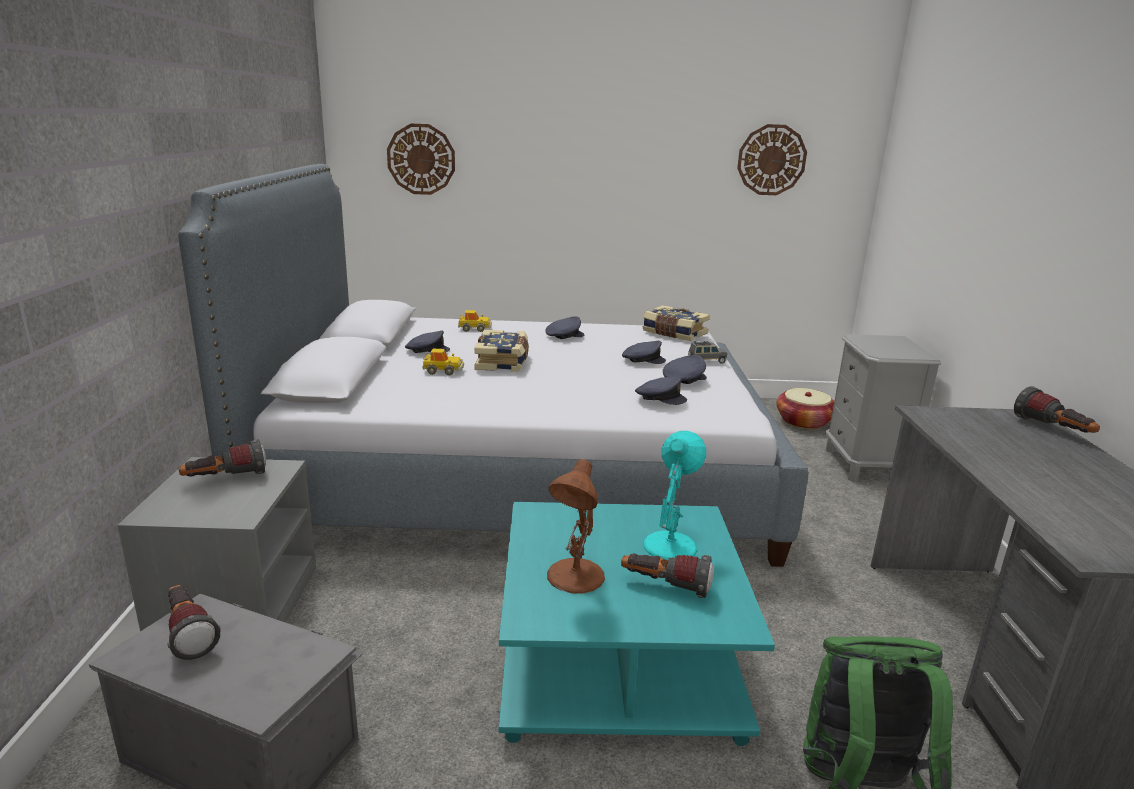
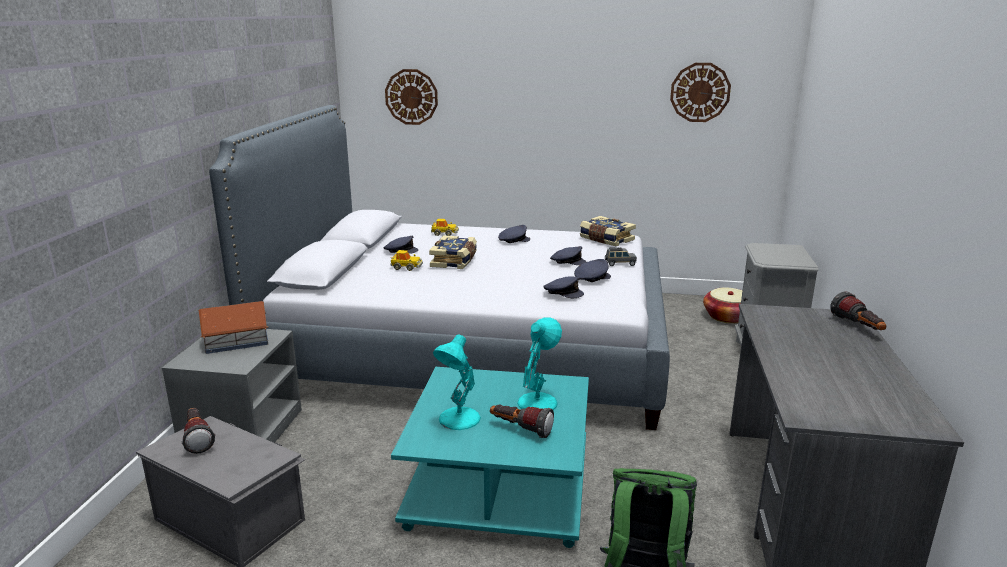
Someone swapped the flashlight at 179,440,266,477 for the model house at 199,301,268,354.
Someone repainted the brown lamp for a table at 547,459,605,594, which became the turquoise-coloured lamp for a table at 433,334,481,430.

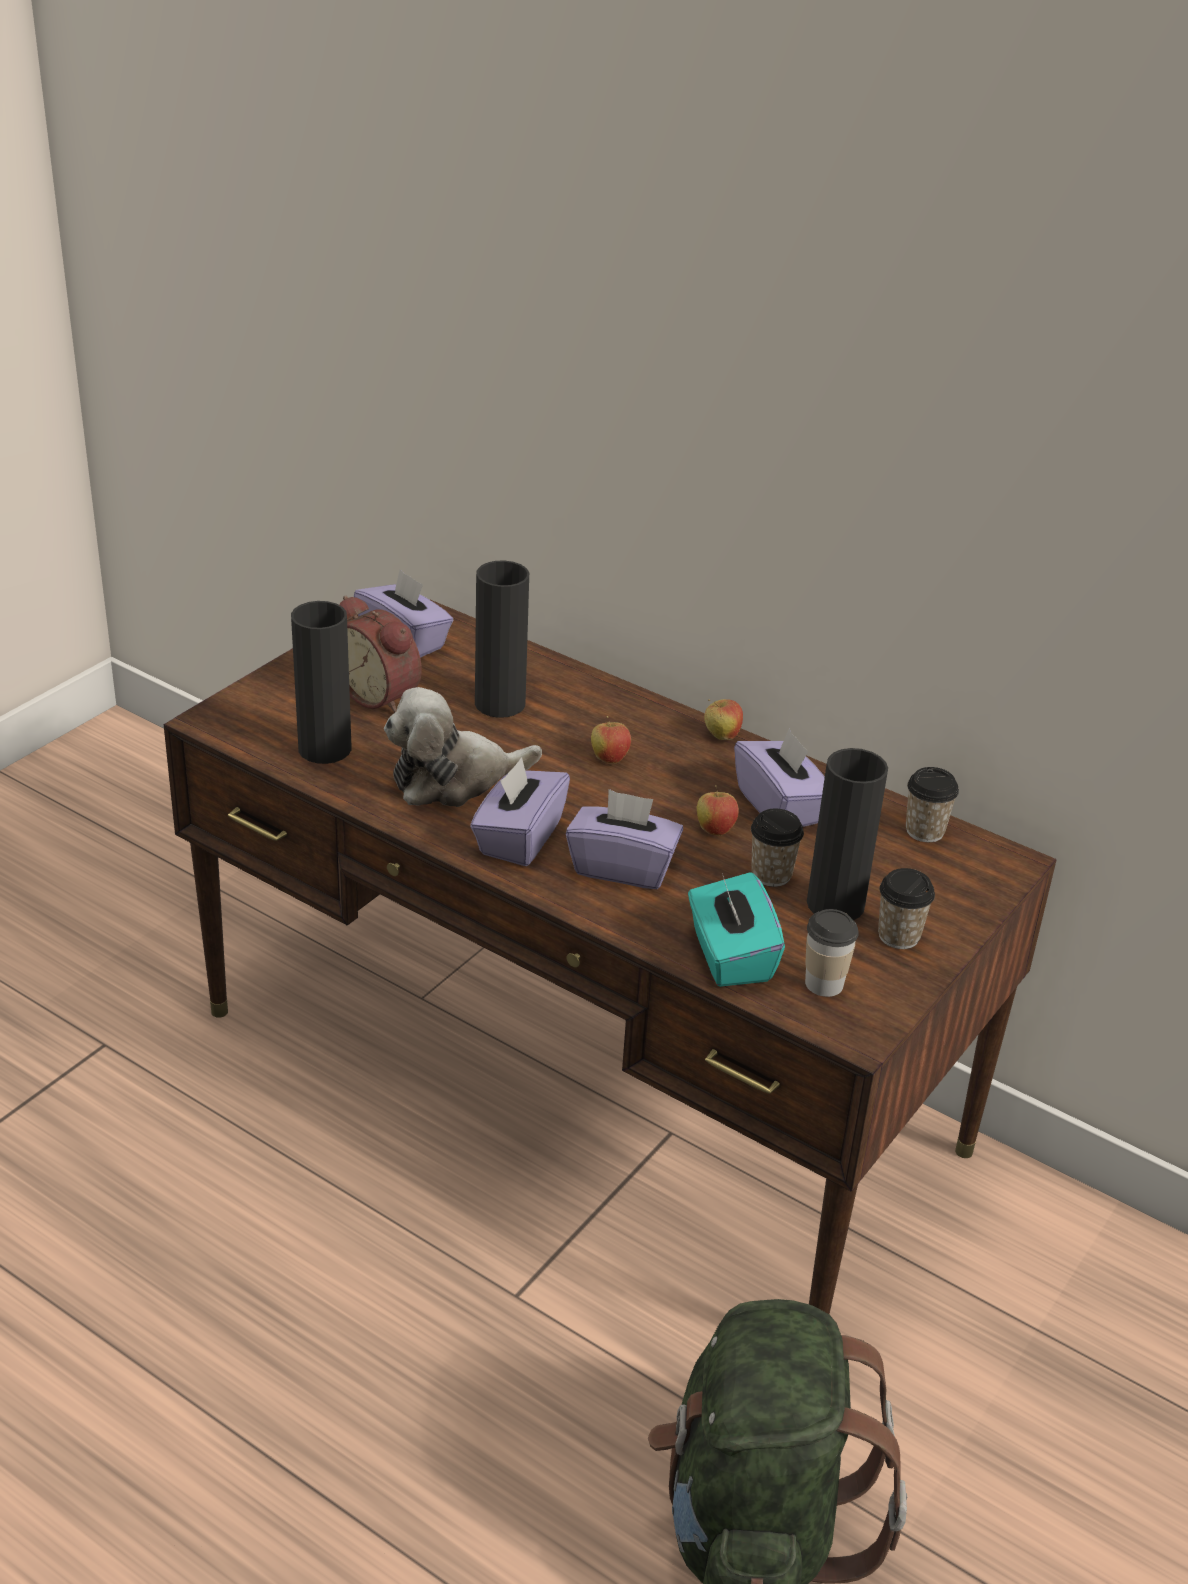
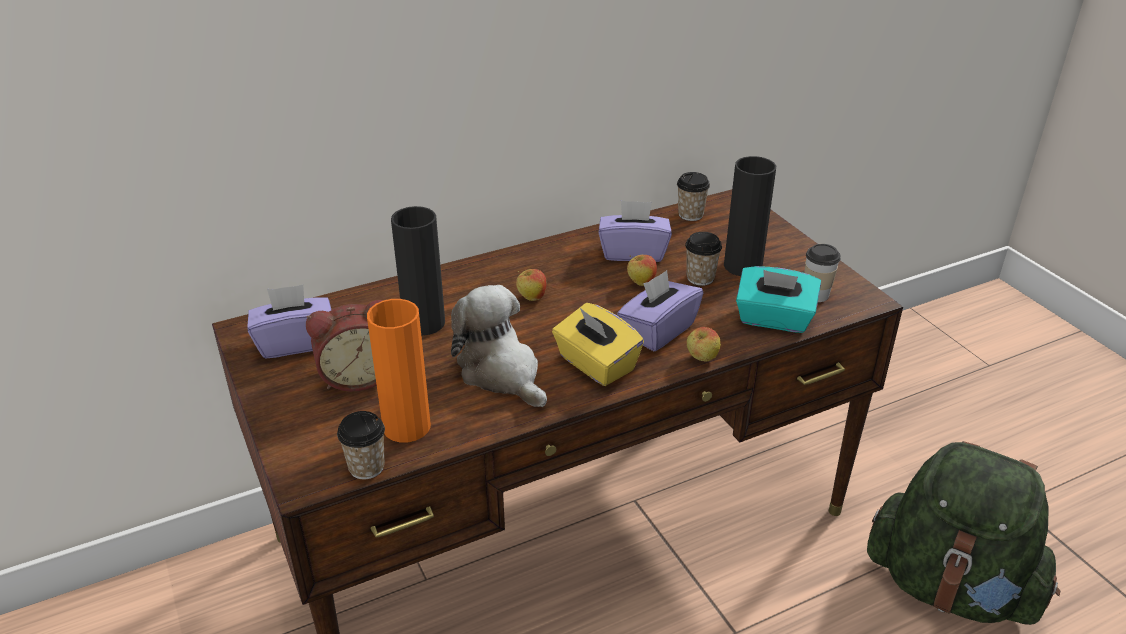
Someone repainted the black-coloured decorative vase at 291,601,352,764, which became the orange decorative vase at 367,299,431,443.
Someone rotated the plush toy at 384,687,542,807 by 135 degrees clockwise.
Someone carried the whole apple from 704,699,743,740 to 687,327,721,362.
Someone repainted the purplish tissue holder at 470,757,570,866, which became the yellow-coloured tissue holder at 552,303,644,386.
Someone carried the cup from 878,868,935,949 to 337,411,385,479.

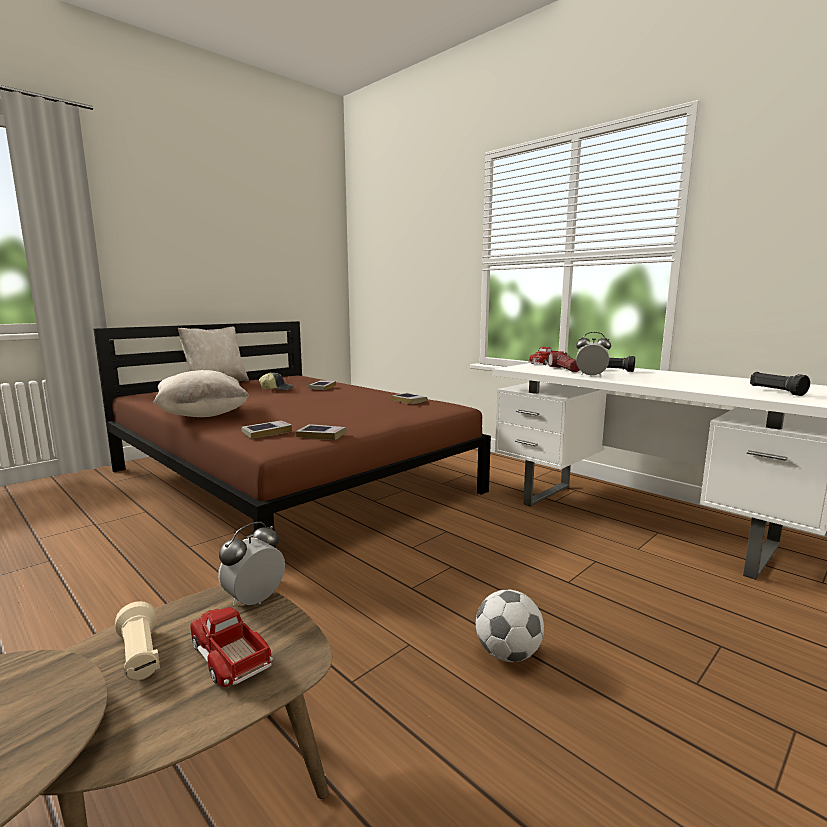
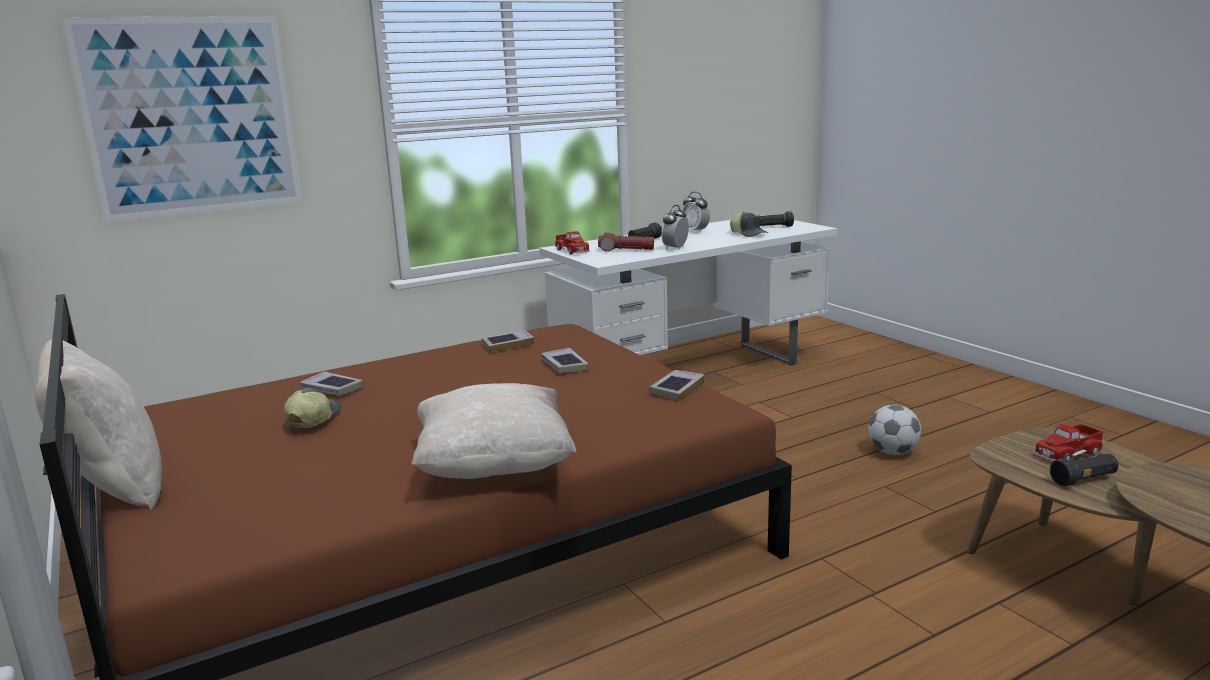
Someone carried the bound book from 241,421,292,439 to 541,348,589,373.
Someone carried the table clock from 218,522,285,605 to 682,192,710,233.
Someone repainted the sand-coloured flashlight at 115,601,160,681, which became the black-coloured flashlight at 1050,454,1118,487.
Someone put up the wall art at 61,16,303,222.
Someone put down the peaked cap at 730,211,768,237.

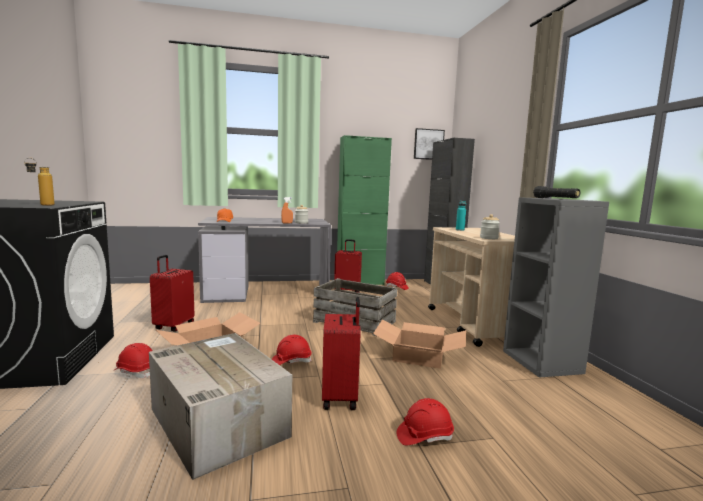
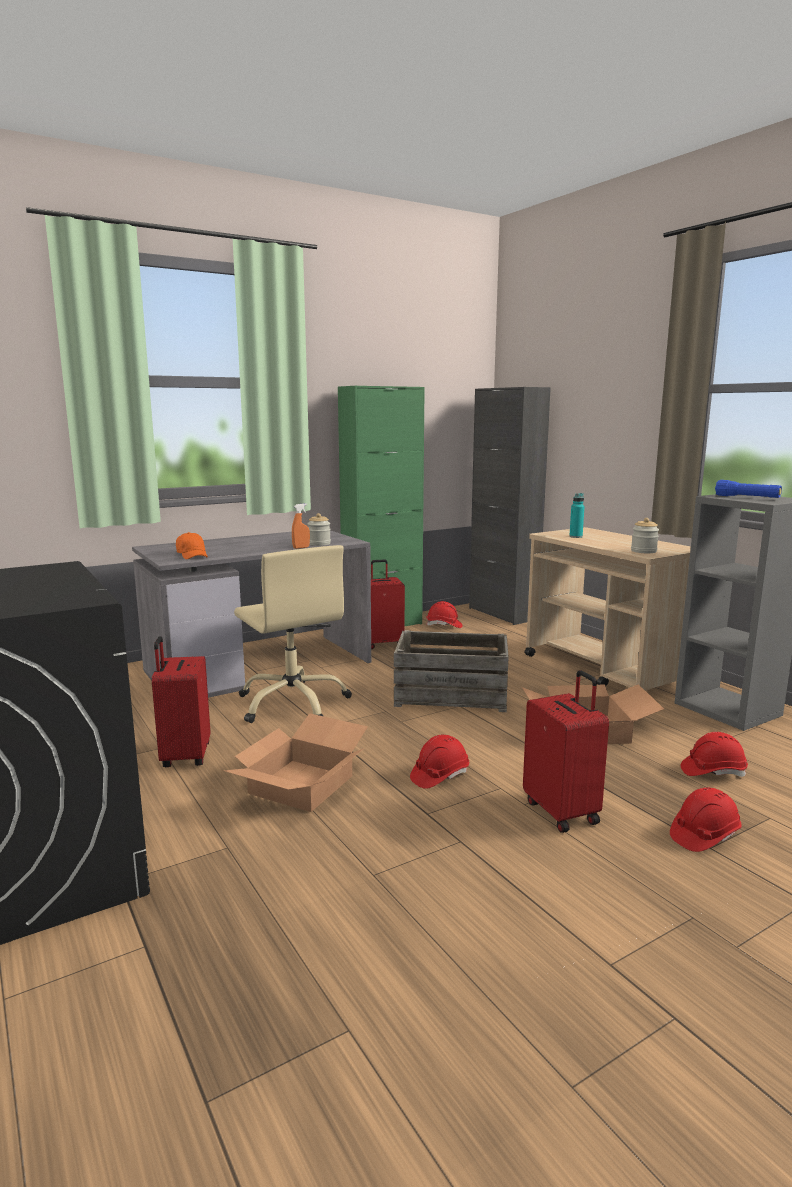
Someone took away the wall art at 414,128,445,160.
Someone took away the beverage bottle at 24,158,55,206.
Someone repainted the black-coloured flashlight at 533,186,580,198, which became the bluish flashlight at 715,480,782,498.
Someone took away the cardboard box at 149,333,292,480.
Someone carried the red-coloured work helmet from 113,343,153,378 to 680,732,748,777.
Someone put down the sand-coloured office chair at 234,545,352,723.

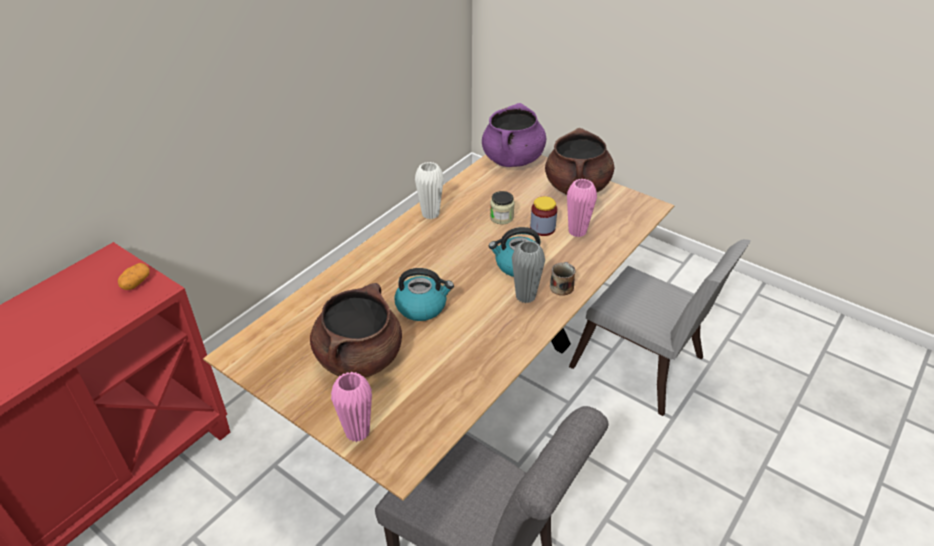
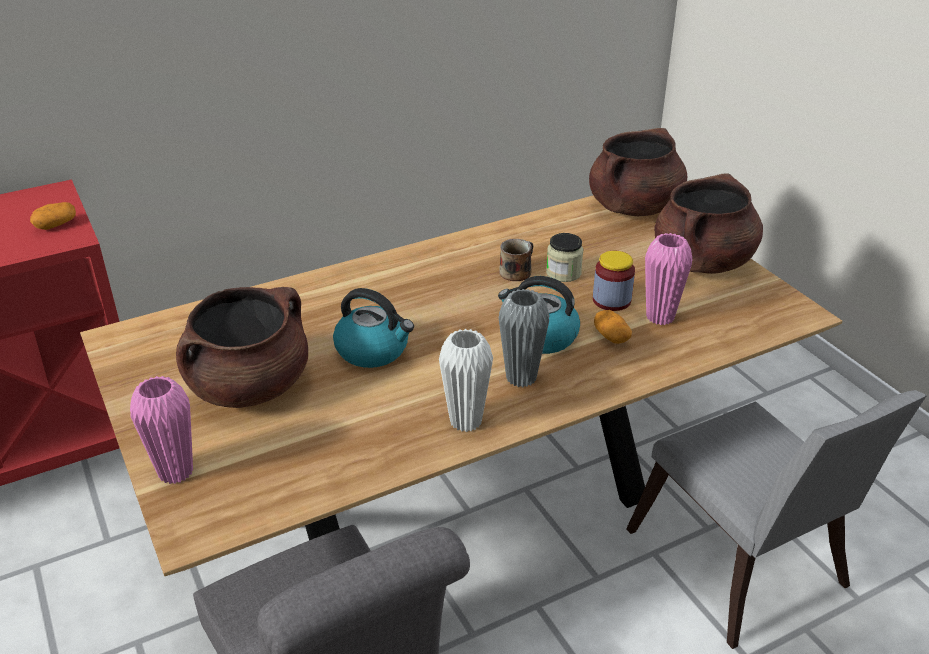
Someone repainted the purplish stockpot at 482,103,546,167, which became the brown stockpot at 589,128,687,216.
Someone carried the white decorative vase from 415,162,444,219 to 439,329,493,432.
Someone carried the coffee mug from 550,262,576,295 to 499,239,533,281.
Someone put down the spud at 594,310,632,344.

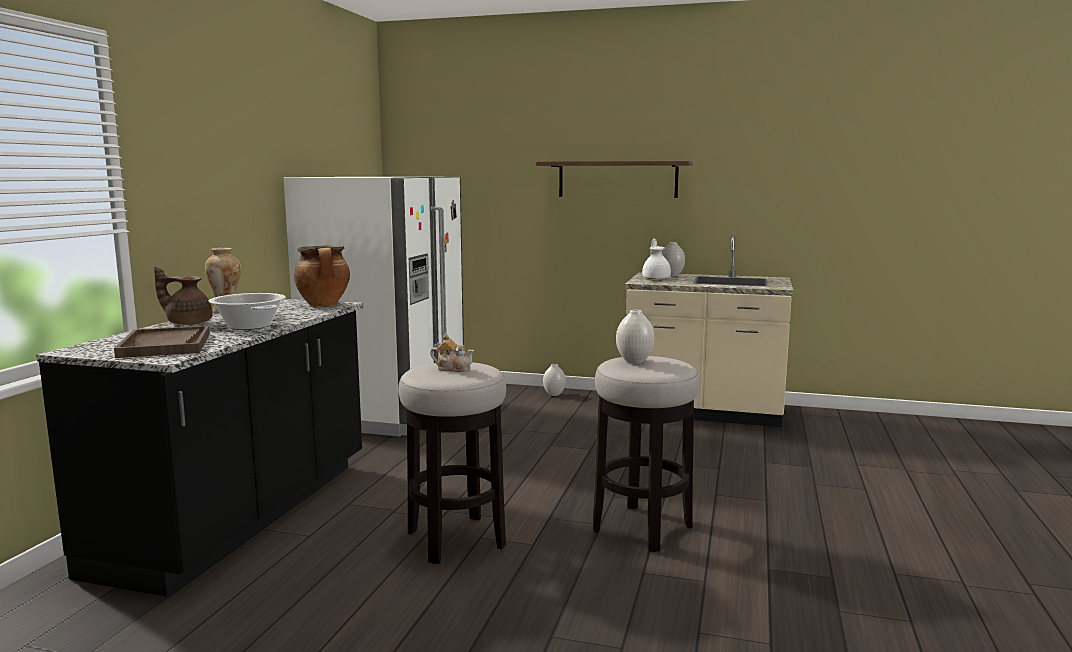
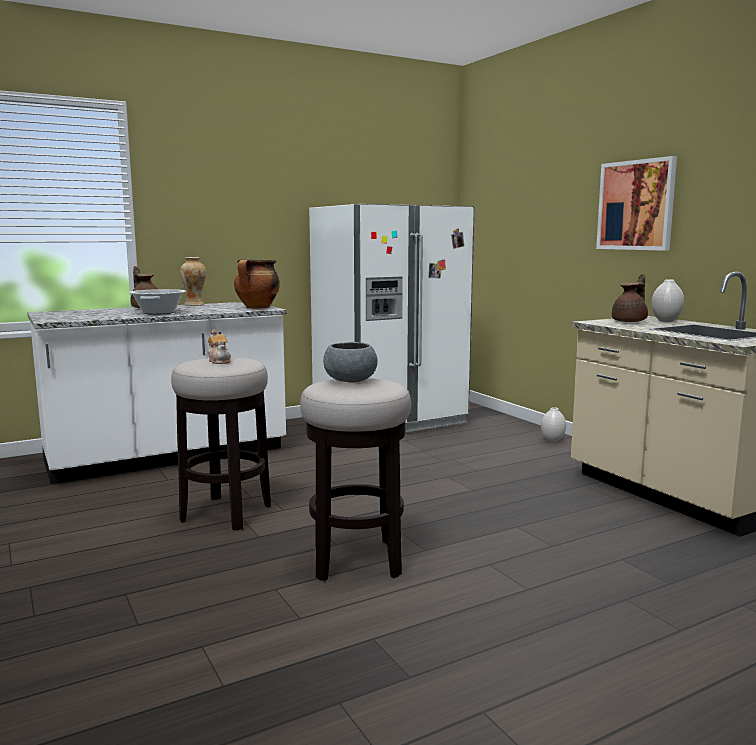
Someone swapped the bracket shelf at 536,161,693,198 for the wall art at 596,156,677,251.
Someone repainted the white teapot at 642,238,671,280, which became the brown teapot at 612,274,648,322.
Someone repainted the black-coloured counter at 36,299,363,597, which became the white counter at 27,302,286,484.
Someone swapped the white decorative vase at 616,310,654,364 for the gray deep dish at 323,342,377,382.
Someone took away the brown carrying tray at 114,326,210,358.

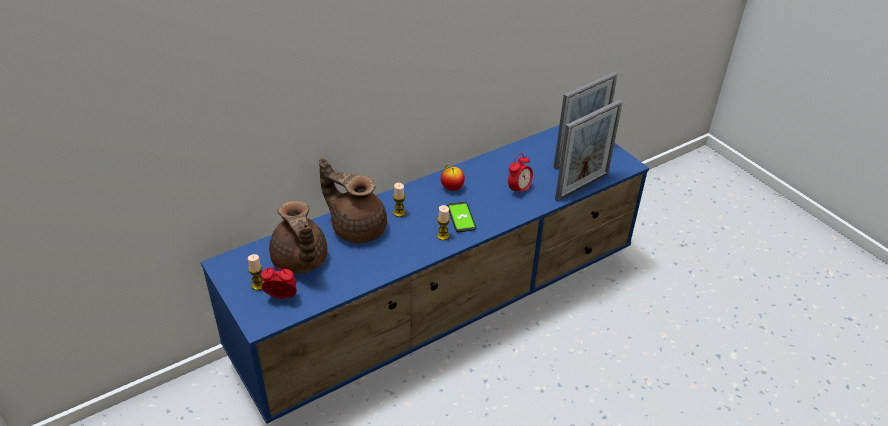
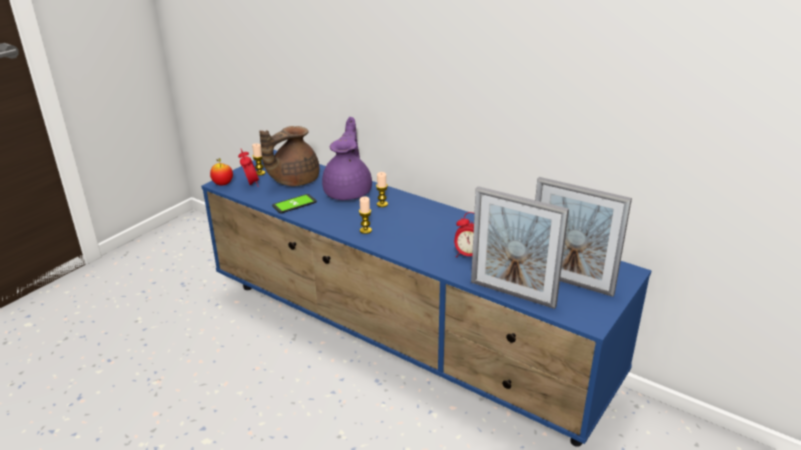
Someone repainted the brown teapot at 319,158,387,243, which became the purplish teapot at 322,117,372,200.
Someone carried the whole apple from 441,165,465,191 to 210,158,233,186.
Someone carried the telephone from 447,202,476,232 to 272,194,317,213.

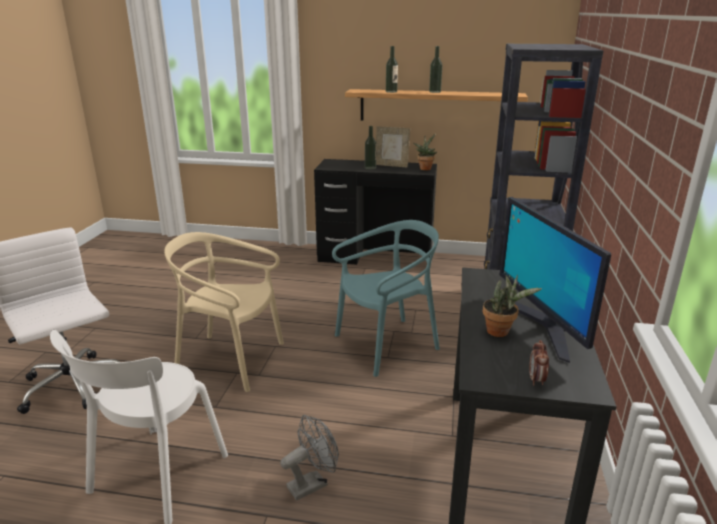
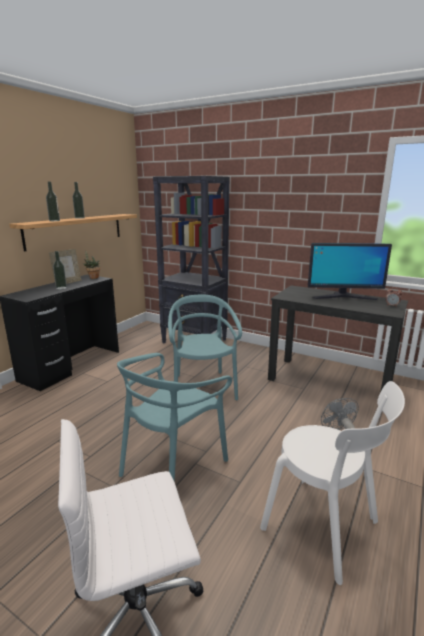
Someone repainted the sand-coloured upright chair at 164,232,284,392, which became the turquoise-coloured upright chair at 117,353,232,481.
Someone took away the plant in a pot at 483,275,542,337.

